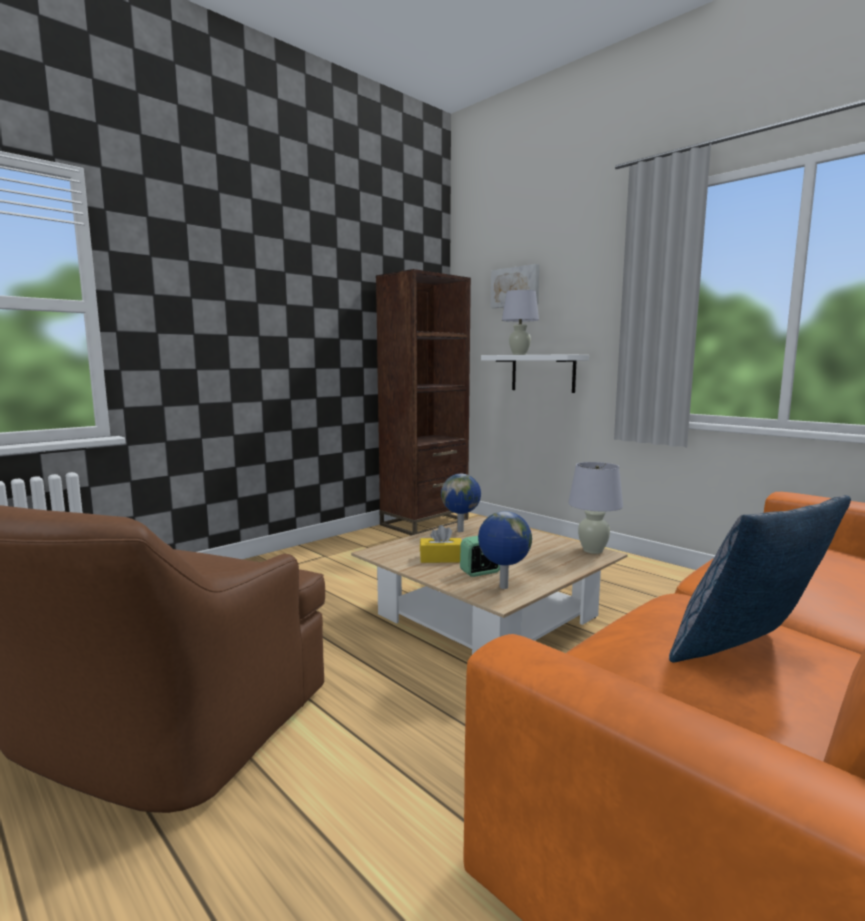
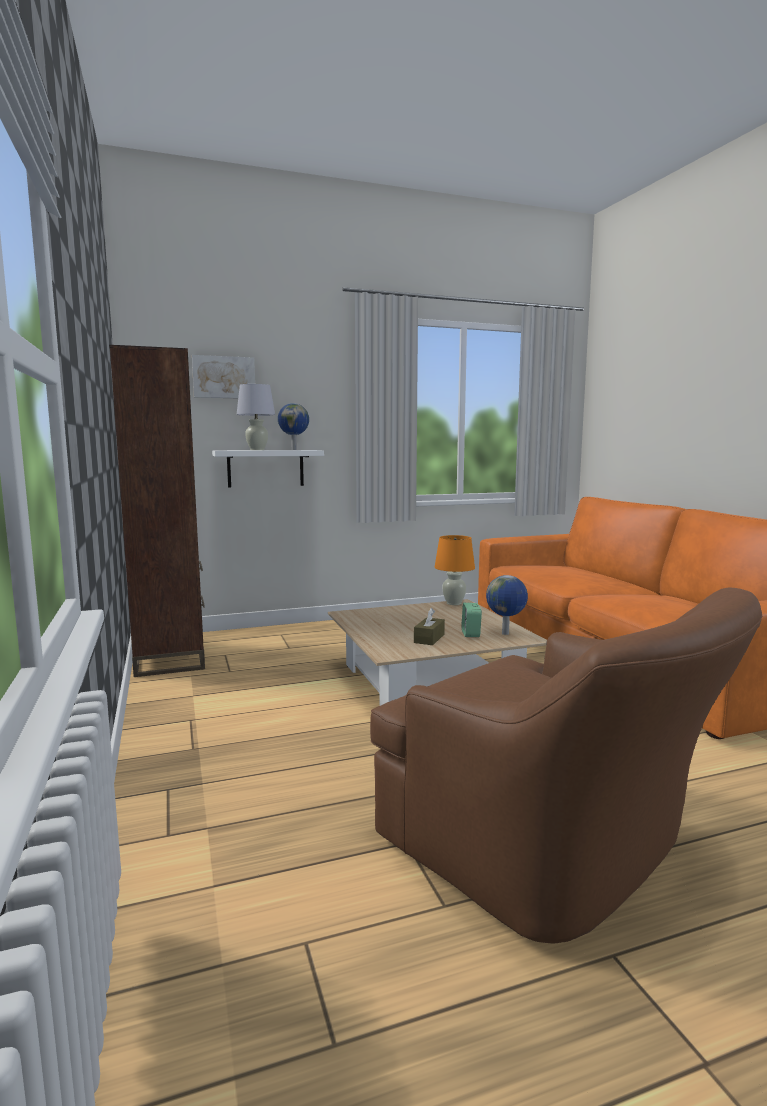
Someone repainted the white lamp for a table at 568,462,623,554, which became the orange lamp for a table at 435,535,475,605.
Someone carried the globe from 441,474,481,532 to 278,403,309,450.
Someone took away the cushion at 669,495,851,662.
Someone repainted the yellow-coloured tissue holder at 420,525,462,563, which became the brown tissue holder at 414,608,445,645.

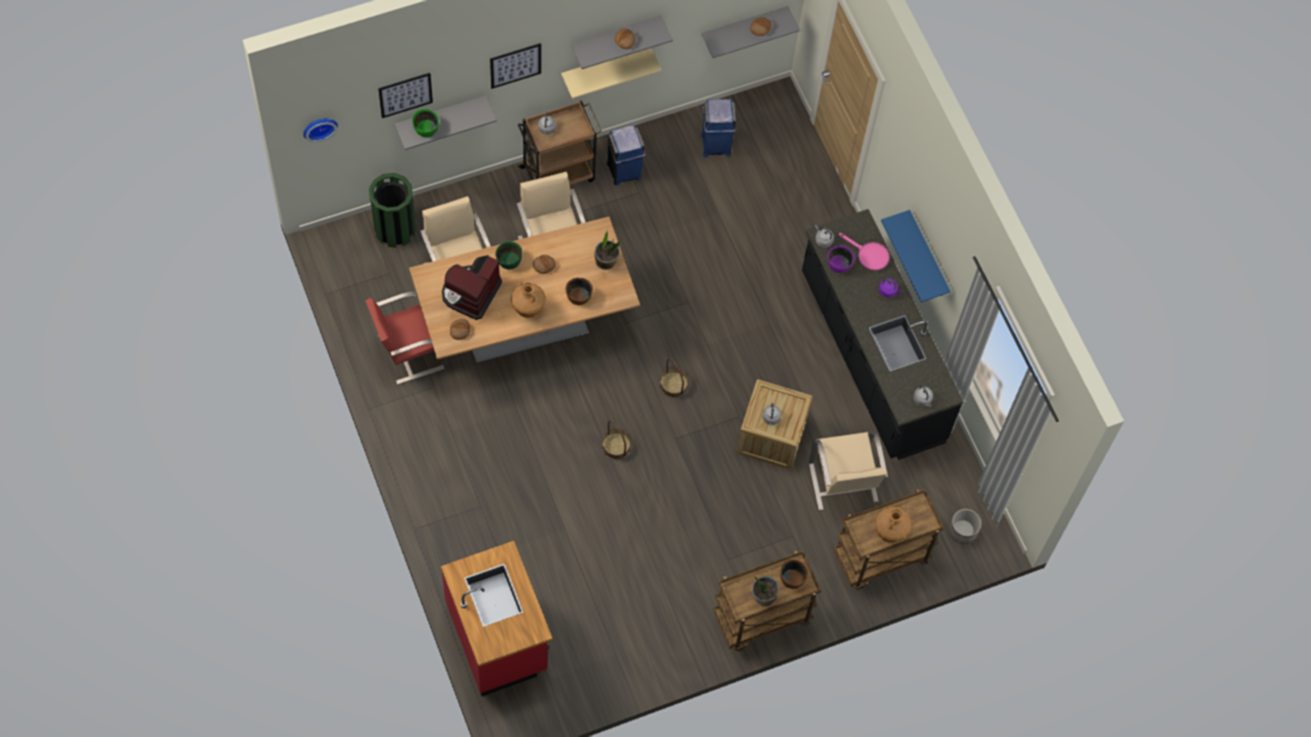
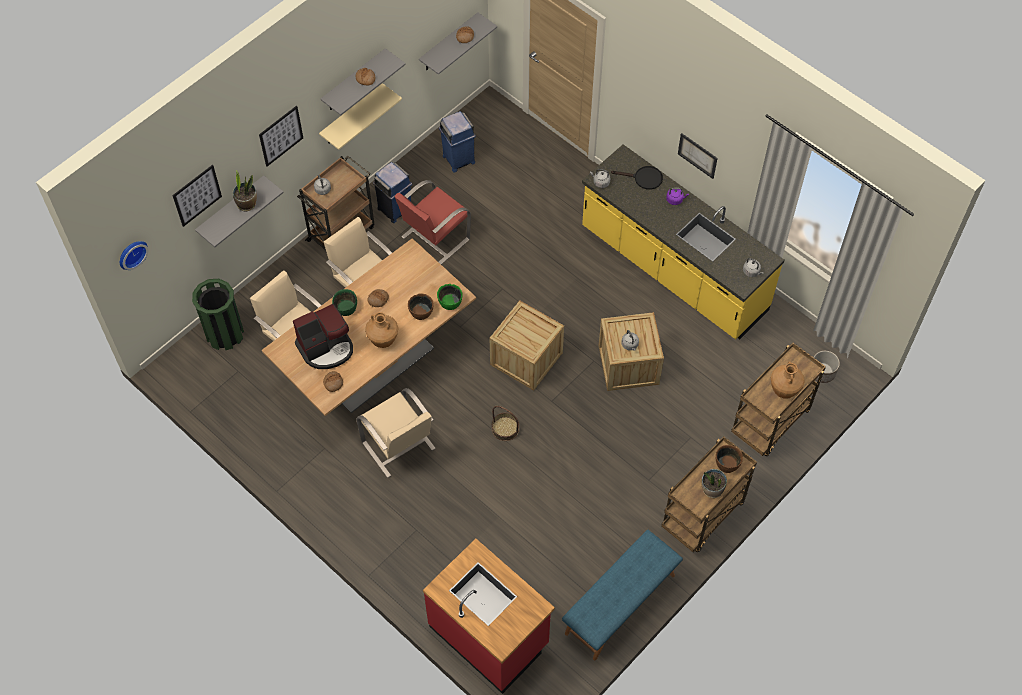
Someone carried the greenish deep dish from 412,109,439,137 to 437,284,463,310.
Someone repainted the black-coloured counter at 802,209,963,460, which became the yellow-coloured counter at 582,144,784,339.
Someone swapped the bluish bracket shelf at 881,210,950,302 for the wall art at 678,133,718,179.
Someone carried the plant in a pot from 595,231,620,270 to 233,170,257,211.
Someone repainted the pink-coloured skillet at 839,233,889,271, which became the black-coloured skillet at 611,166,663,190.
Someone took away the purplish deep dish at 827,245,855,273.
Someone rotated the coffee brewer at 442,255,502,320 by 120 degrees counterclockwise.
Someone carried the red-coloured upright chair from 365,291,447,385 to 394,180,471,264.
Someone swapped the storage basket at 659,358,689,398 for the shipping crate at 490,300,564,390.
Someone carried the sand-coloured upright chair from 809,432,888,510 to 356,388,436,478.
Someone put down the bluish bench at 562,530,683,660.

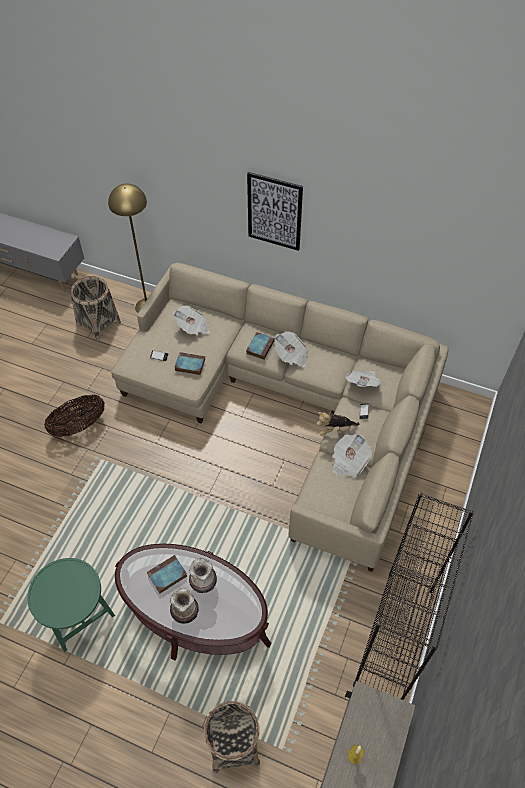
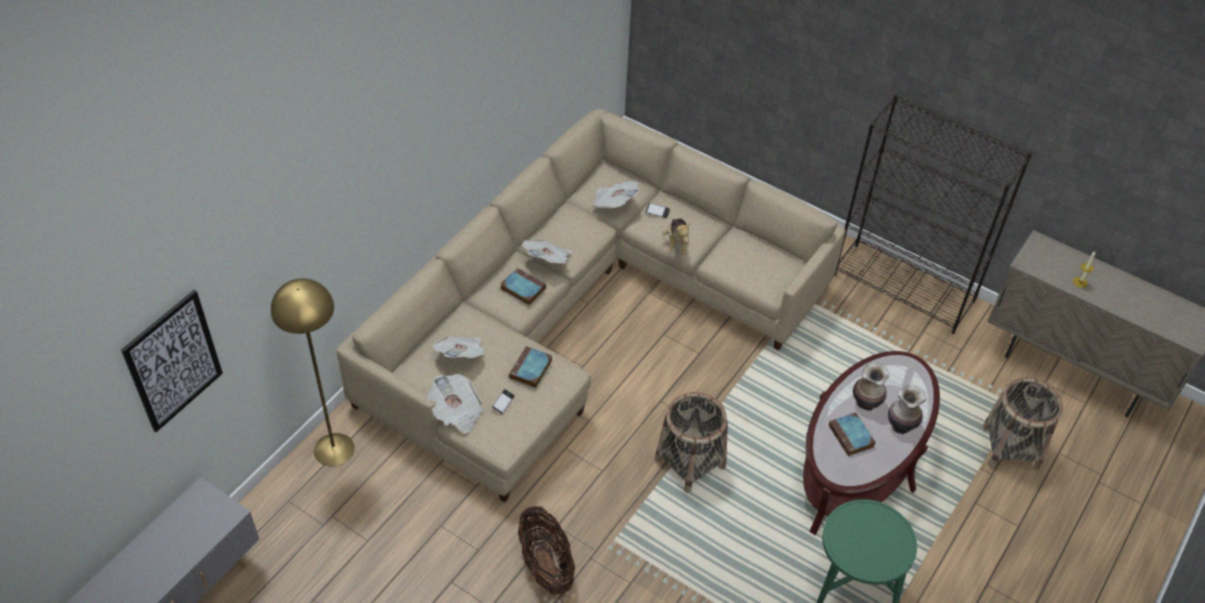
Someone carried the wall art from 247,172,303,251 to 121,290,223,432.
Someone carried the storage basket from 70,276,121,341 to 655,392,728,493.
Someone carried the printed paper from 332,434,372,478 to 427,374,484,434.

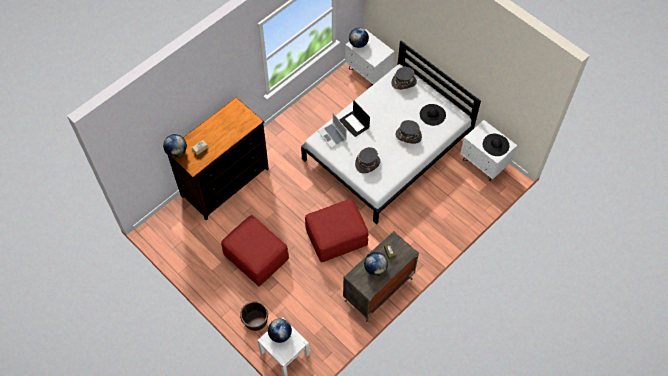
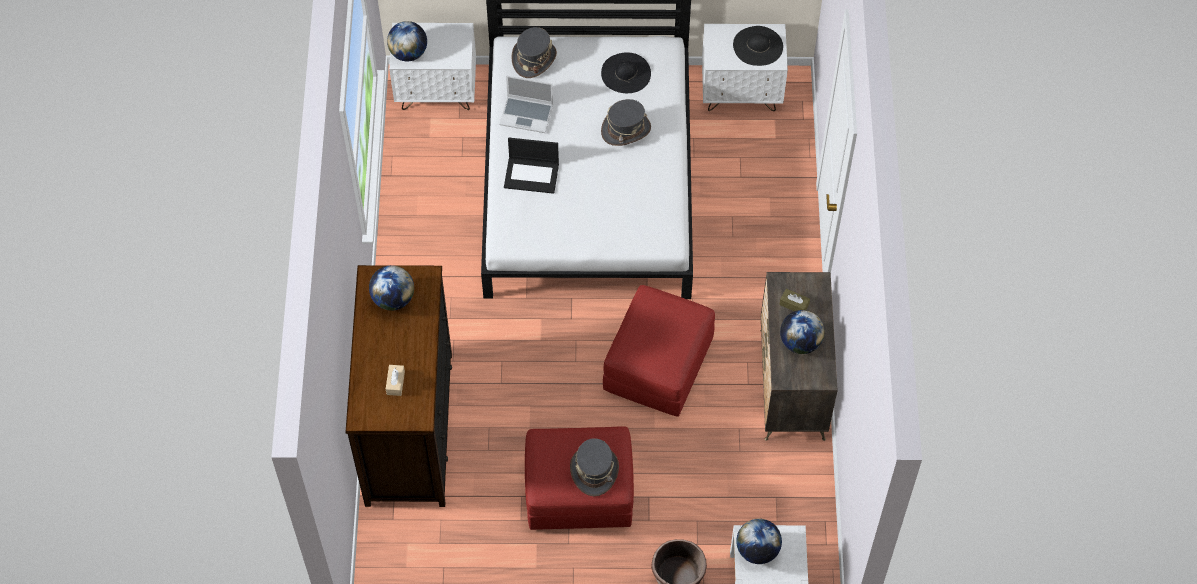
Someone carried the notebook computer from 318,113,347,149 to 499,75,553,133.
Someone carried the globe from 163,134,187,157 to 369,265,414,311.
Someone carried the gray hat from 355,147,381,174 to 570,438,619,496.

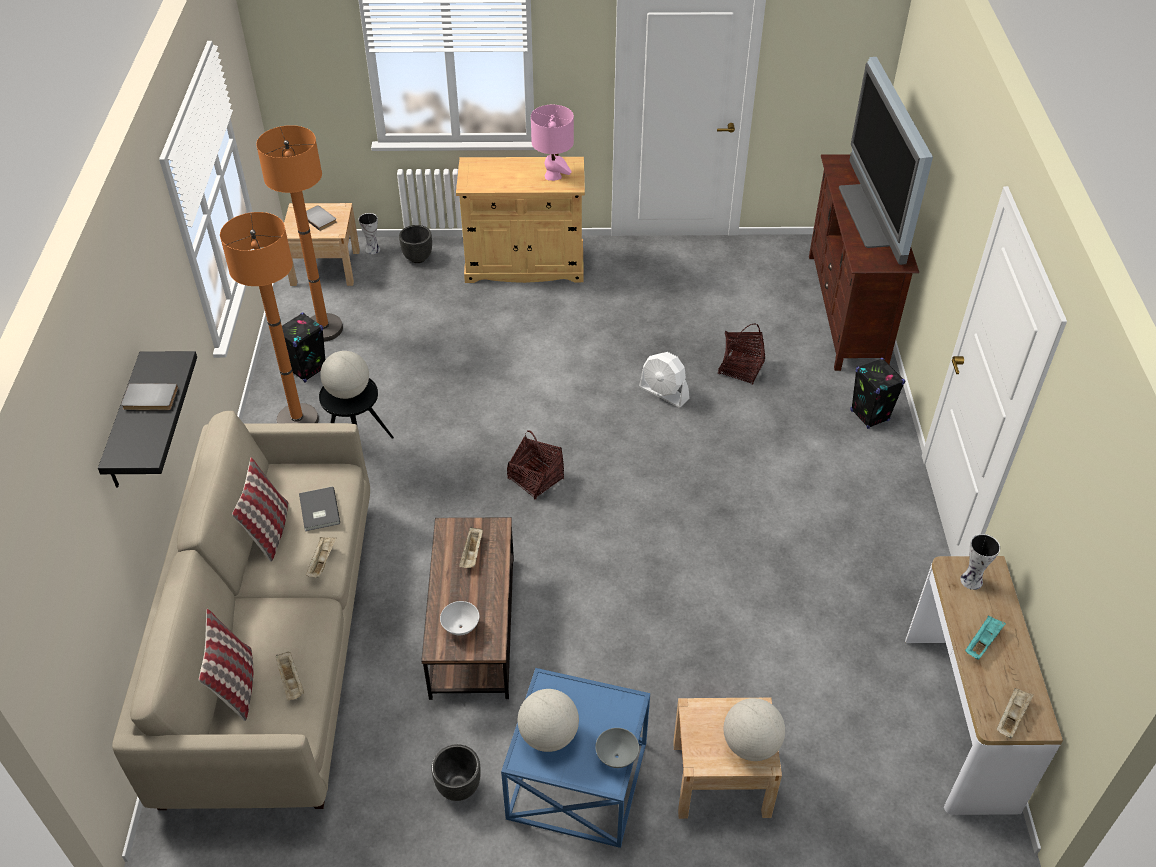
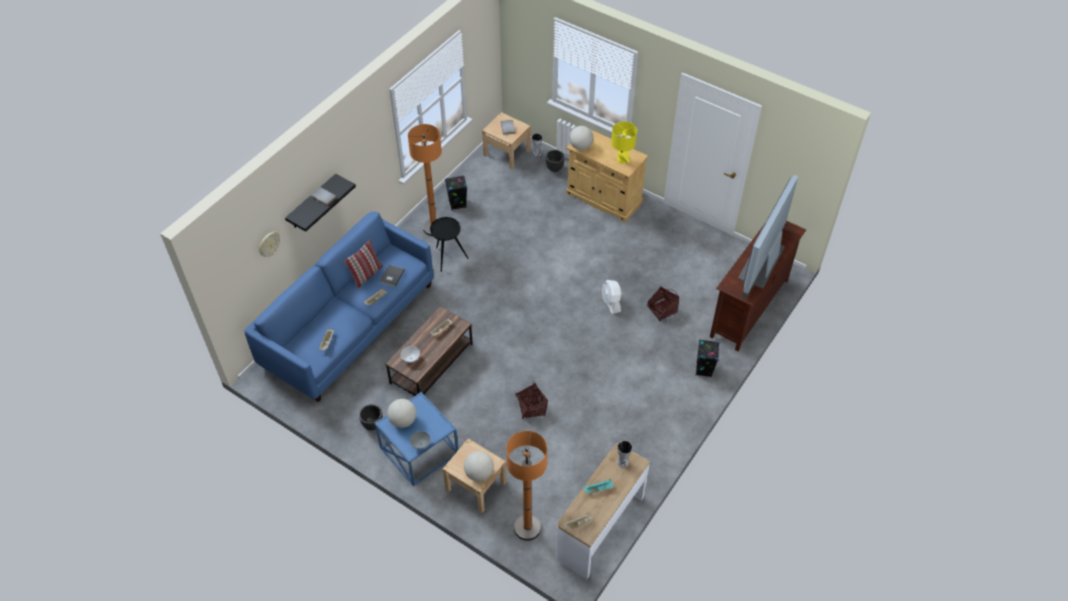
Someone repainted the pink-coloured lamp for a table at 531,105,574,181, which became the yellow-coloured lamp for a table at 611,122,637,164.
Someone carried the orange standard lamp from 256,125,343,342 to 506,431,547,541.
Someone carried the globe from 320,351,369,399 to 569,126,594,150.
Someone repainted the sand-coloured sofa at 112,411,370,810, which became the bluish sofa at 244,212,434,402.
Someone carried the storage basket from 507,430,564,499 to 515,383,548,419.
Someone took away the cushion at 199,609,253,721.
Someone put up the hanging clock at 259,231,280,257.

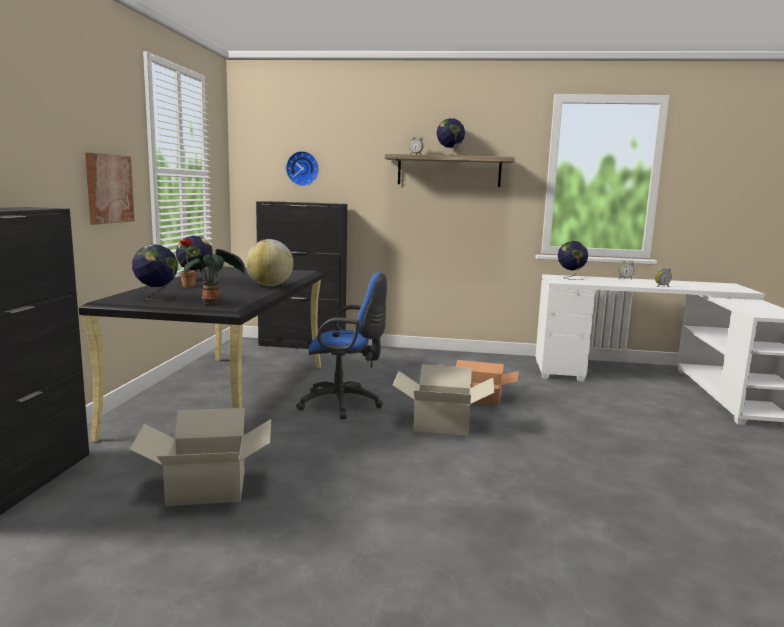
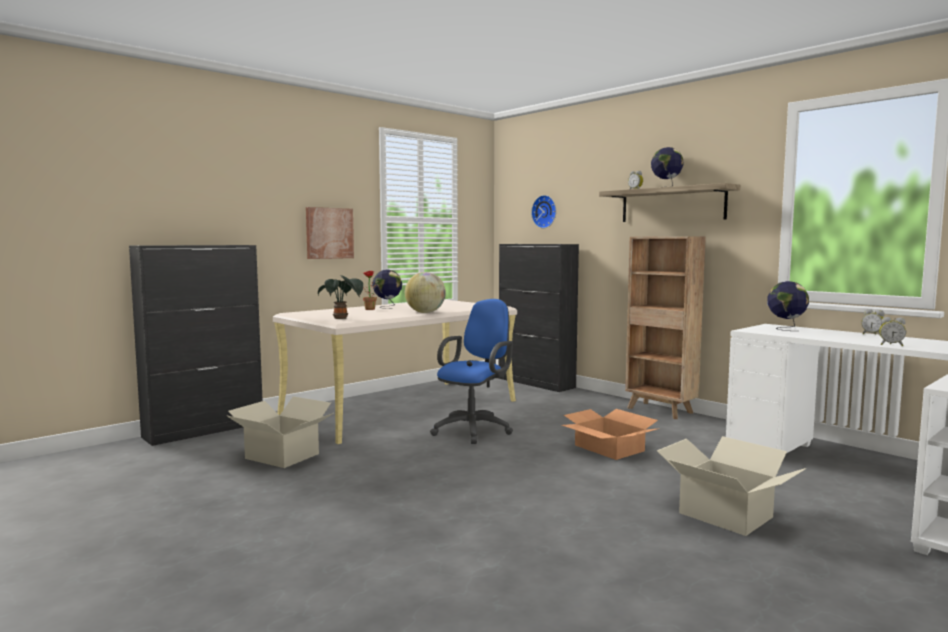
Someone took away the globe at 132,244,178,300.
Someone repainted the black-coloured desk at 79,266,323,442, which became the sand-coloured desk at 273,300,517,444.
Someone rotated the bluish office chair at 296,272,387,419 by 105 degrees counterclockwise.
Someone carried the cardboard box from 393,364,495,436 to 657,436,806,536.
Someone put down the brown bookshelf at 625,236,706,419.

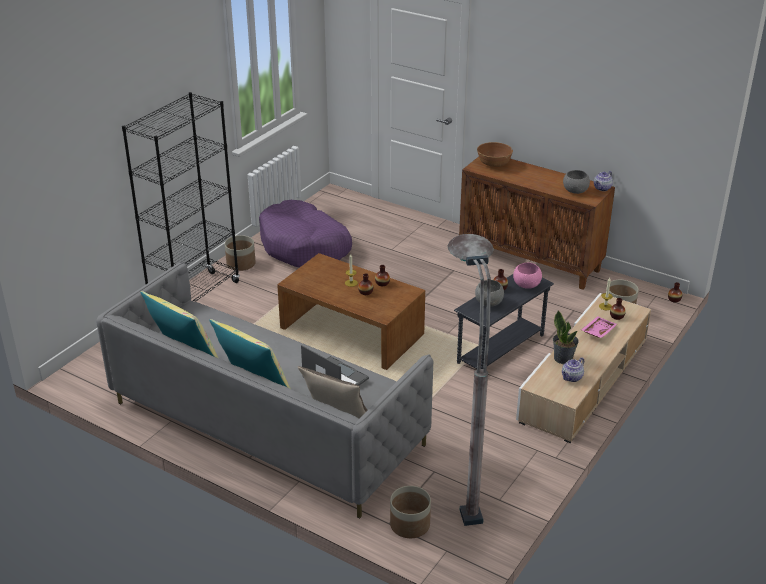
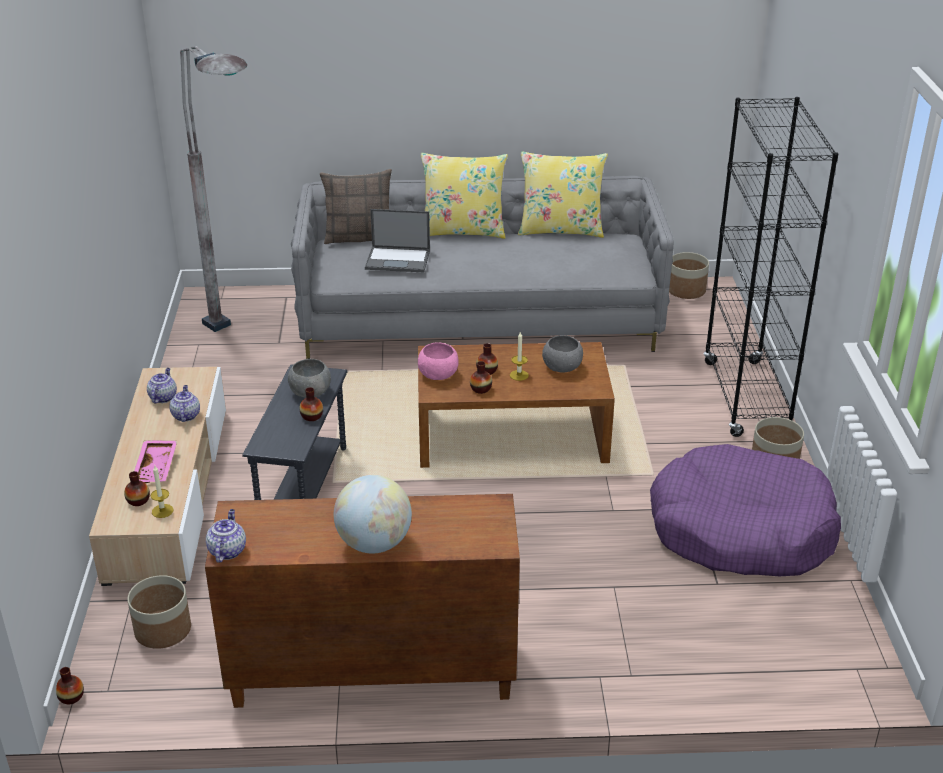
Someone took away the brown deep dish at 477,142,513,167.
Someone carried the gray deep dish from 563,170,590,194 to 542,335,583,373.
Someone carried the pink-coloured deep dish from 513,263,542,289 to 418,342,459,380.
Someone swapped the plant in a pot at 553,311,579,364 for the teapot at 169,385,200,422.
Someone carried the plant pot from 390,486,431,538 to 669,252,709,299.
Someone put down the globe at 334,475,412,553.

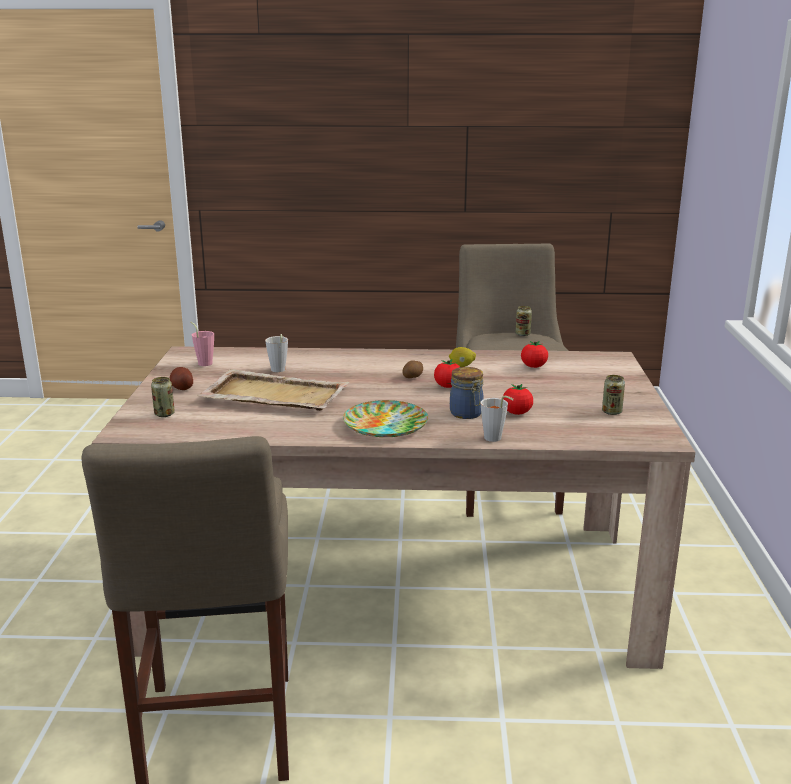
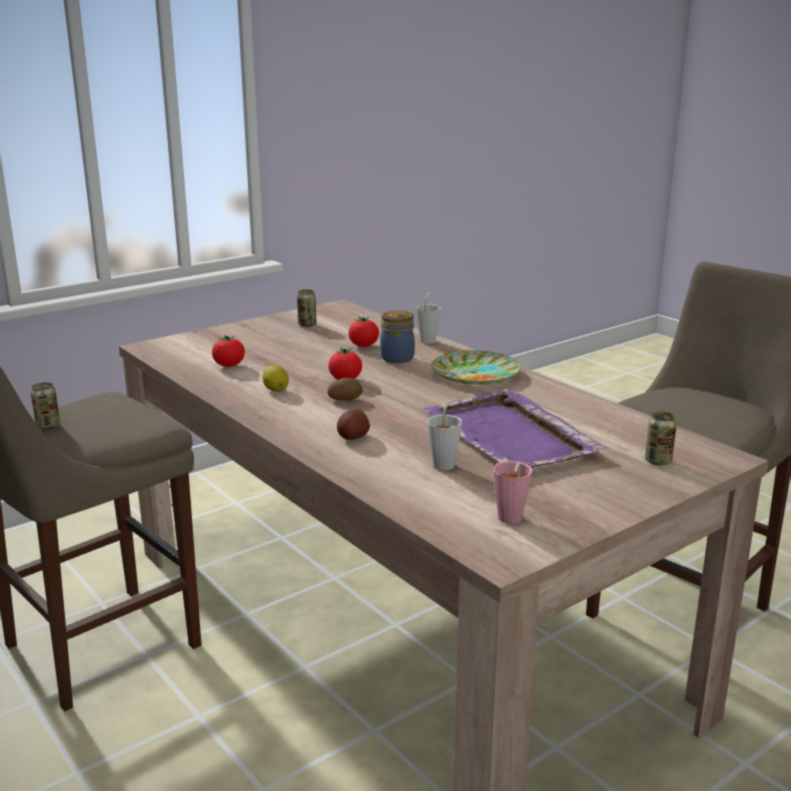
Someone carried the spud from 170,367,193,390 to 337,409,370,440.
Someone repainted the sand-coloured carrying tray at 197,369,349,411, which became the purplish carrying tray at 422,389,607,468.

